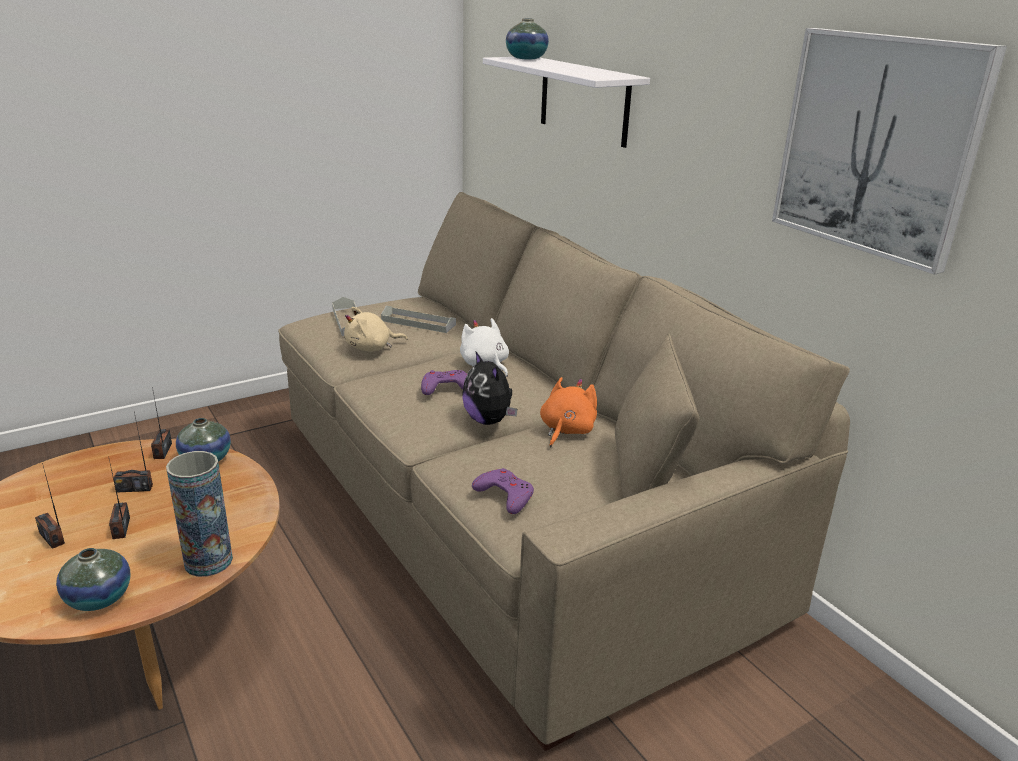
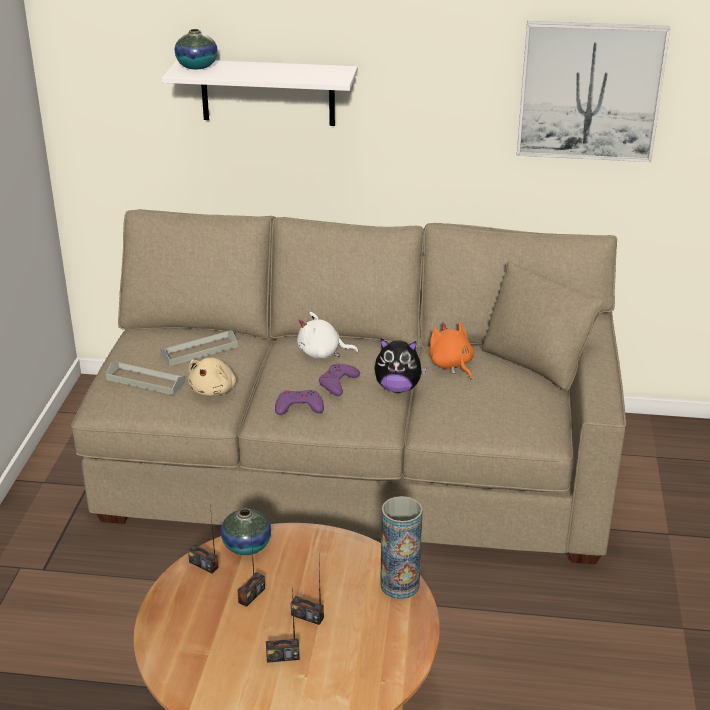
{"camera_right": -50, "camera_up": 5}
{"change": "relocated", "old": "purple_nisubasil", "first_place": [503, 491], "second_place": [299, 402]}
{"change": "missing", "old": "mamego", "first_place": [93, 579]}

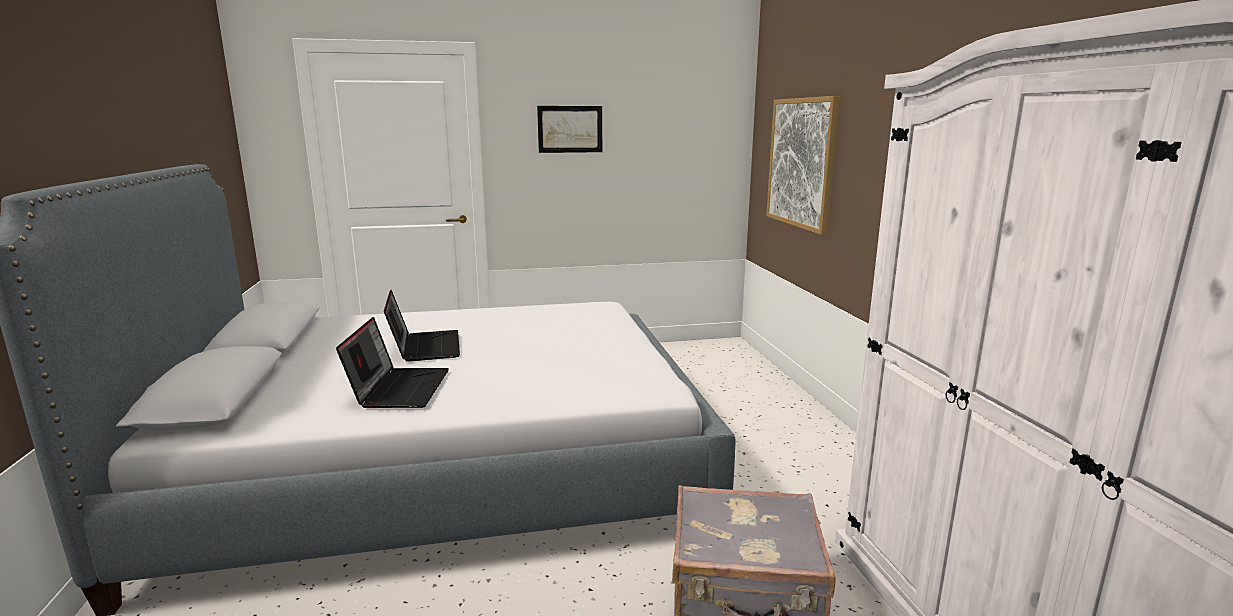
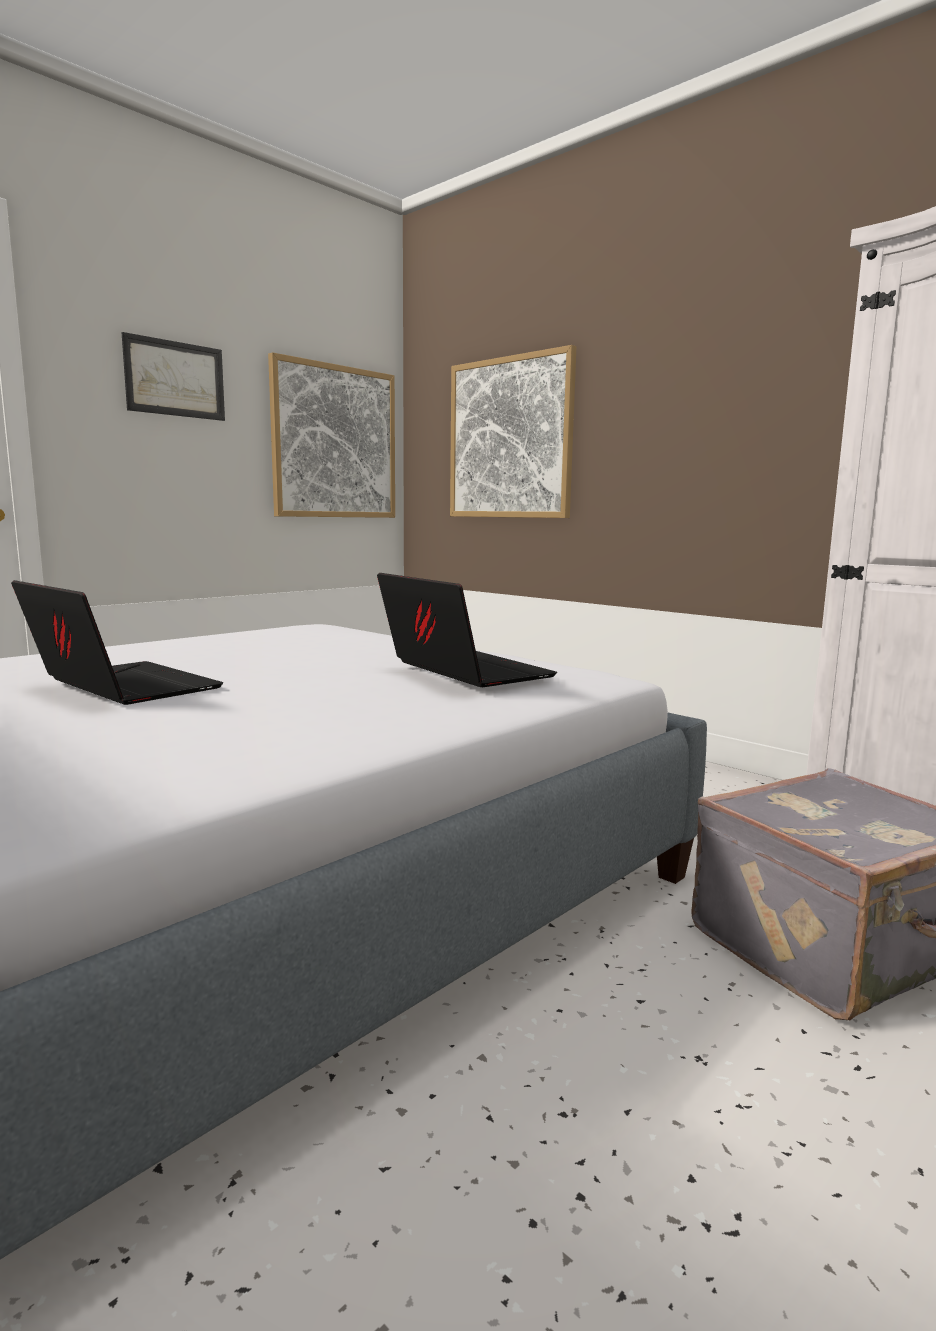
{"camera_right": -35, "camera_up": -5}
{"change": "relocated", "old": "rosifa", "first_place": [392, 362], "second_place": [467, 630]}
{"change": "appeared", "new": "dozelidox", "second_place": [331, 435]}

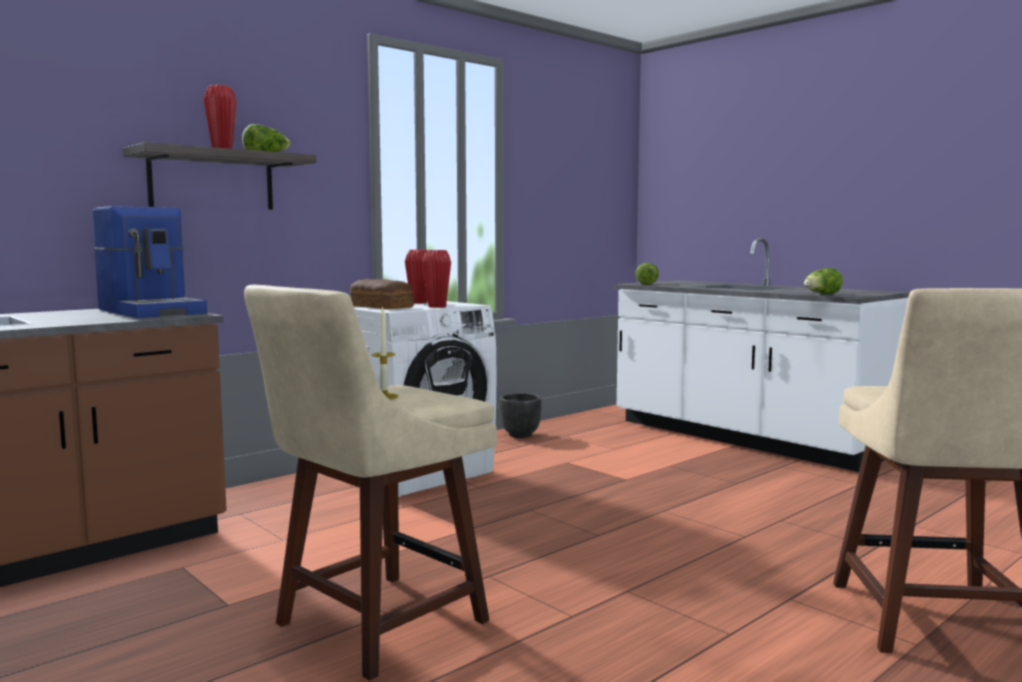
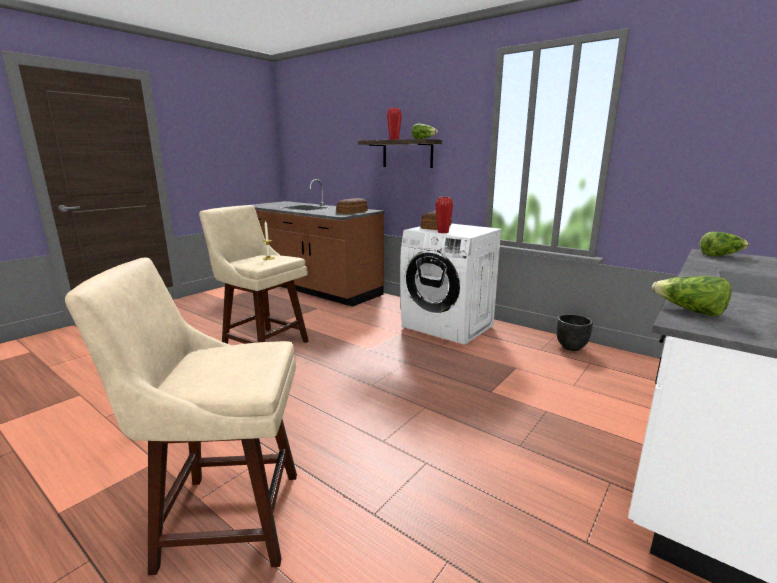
{"camera_right": 80, "camera_up": 10}
{"change": "exchanged", "old": "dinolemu", "new": "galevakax", "first_place": [150, 262], "second_place": [352, 206]}
{"change": "missing", "old": "red_mamego", "first_place": [416, 277]}

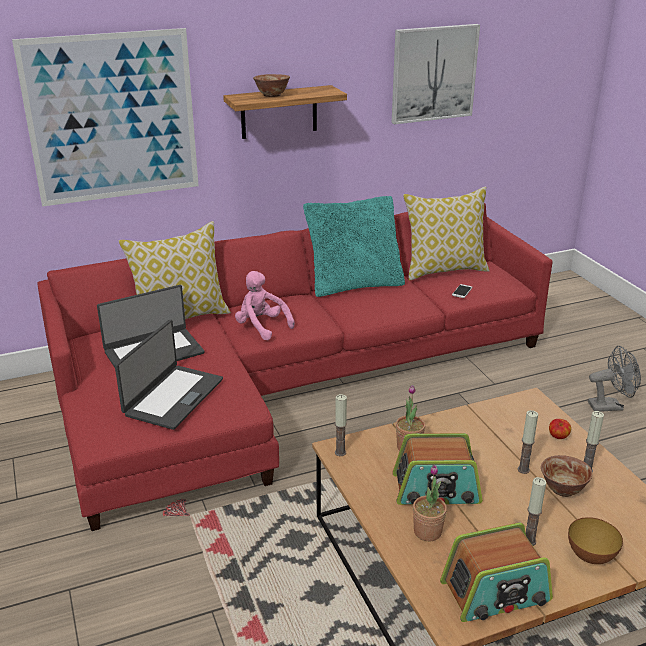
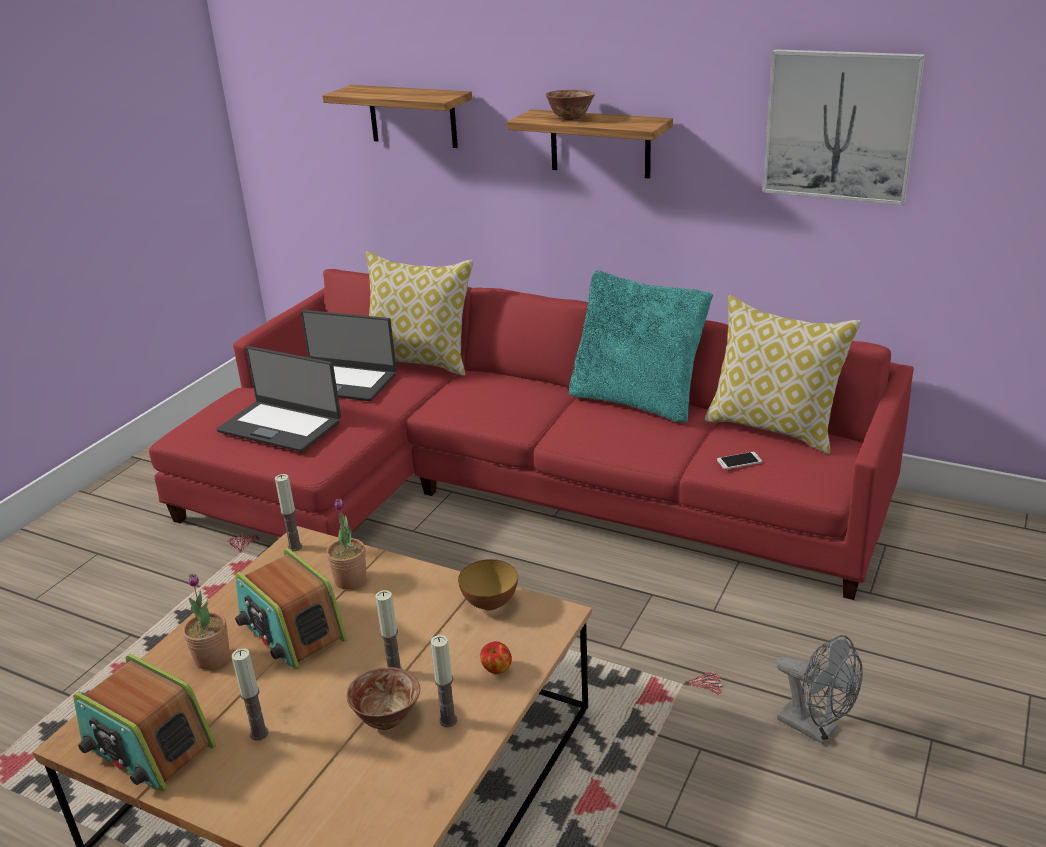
{"camera_right": 50, "camera_up": 0}
{"change": "exchanged", "old": "dozelidox", "new": "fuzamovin", "first_place": [105, 117], "second_place": [397, 116]}
{"change": "missing", "old": "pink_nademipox", "first_place": [265, 305]}
{"change": "spun", "old": "rosifa", "first_place": [169, 374], "second_place": [279, 399], "degrees": 45}
{"change": "relocated", "old": "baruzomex", "first_place": [595, 540], "second_place": [488, 584]}

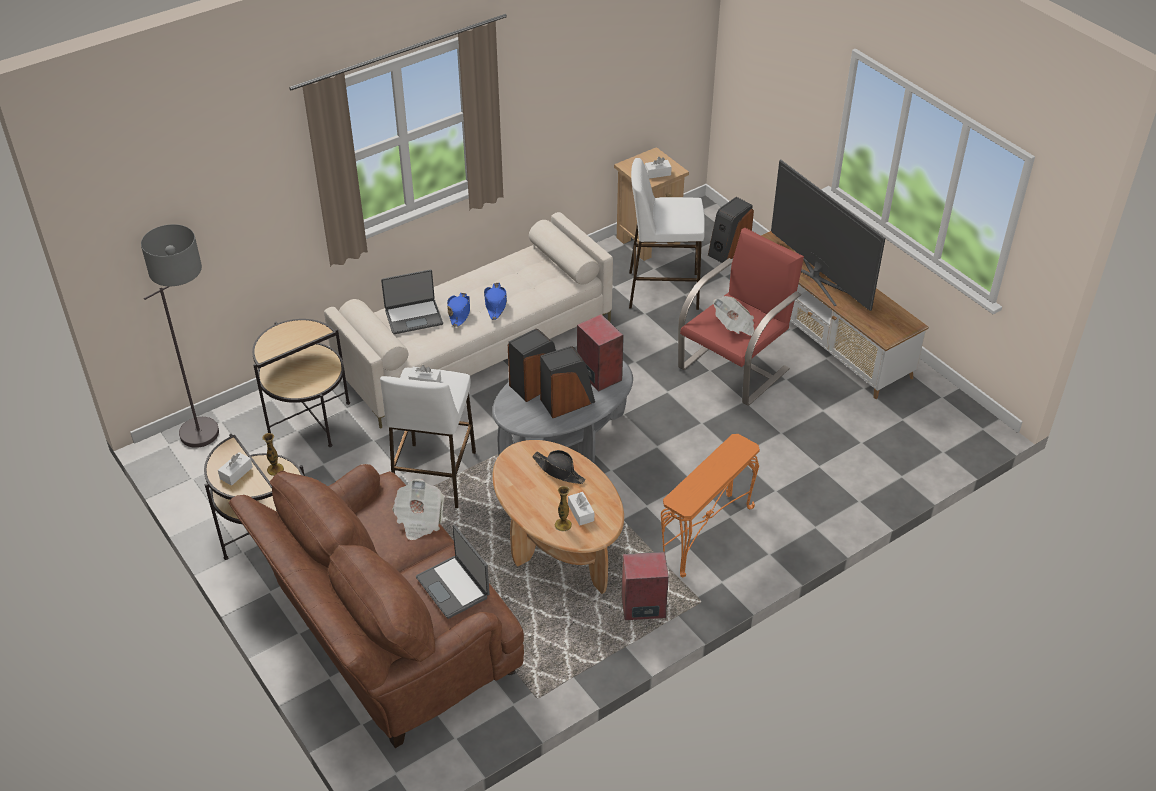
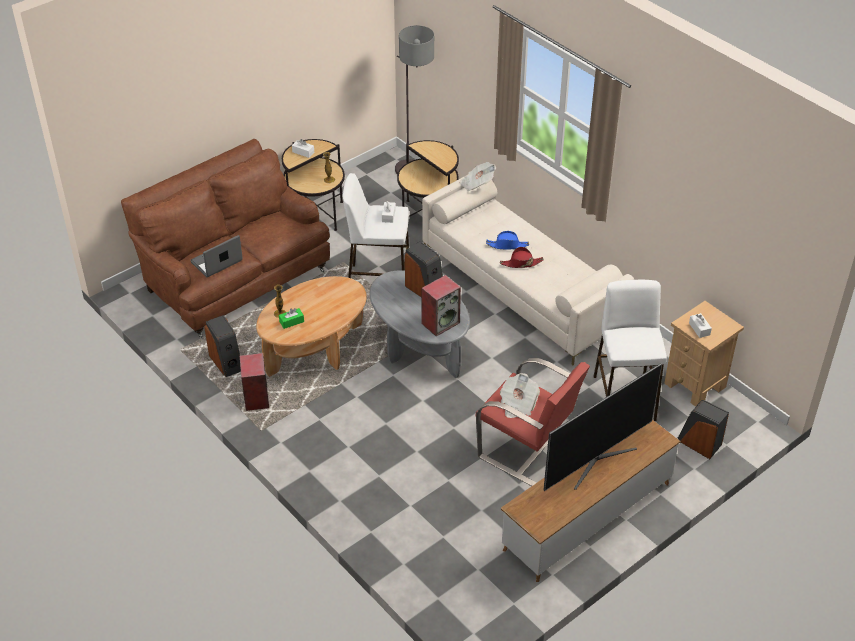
{"camera_right": 85, "camera_up": 0}
{"change": "missing", "old": "rosifa", "first_place": [412, 301]}
{"change": "colour", "old": "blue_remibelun", "new": "red_remibelun", "first_place": [495, 301], "second_place": [522, 257]}
{"change": "relocated", "old": "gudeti", "first_place": [567, 382], "second_place": [222, 346]}
{"change": "missing", "old": "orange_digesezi", "first_place": [710, 506]}
{"change": "missing", "old": "black_remibelun", "first_place": [559, 467]}
{"change": "relocated", "old": "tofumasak", "first_place": [418, 509], "second_place": [477, 176]}
{"change": "colour", "old": "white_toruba", "new": "green_toruba", "first_place": [581, 509], "second_place": [291, 318]}

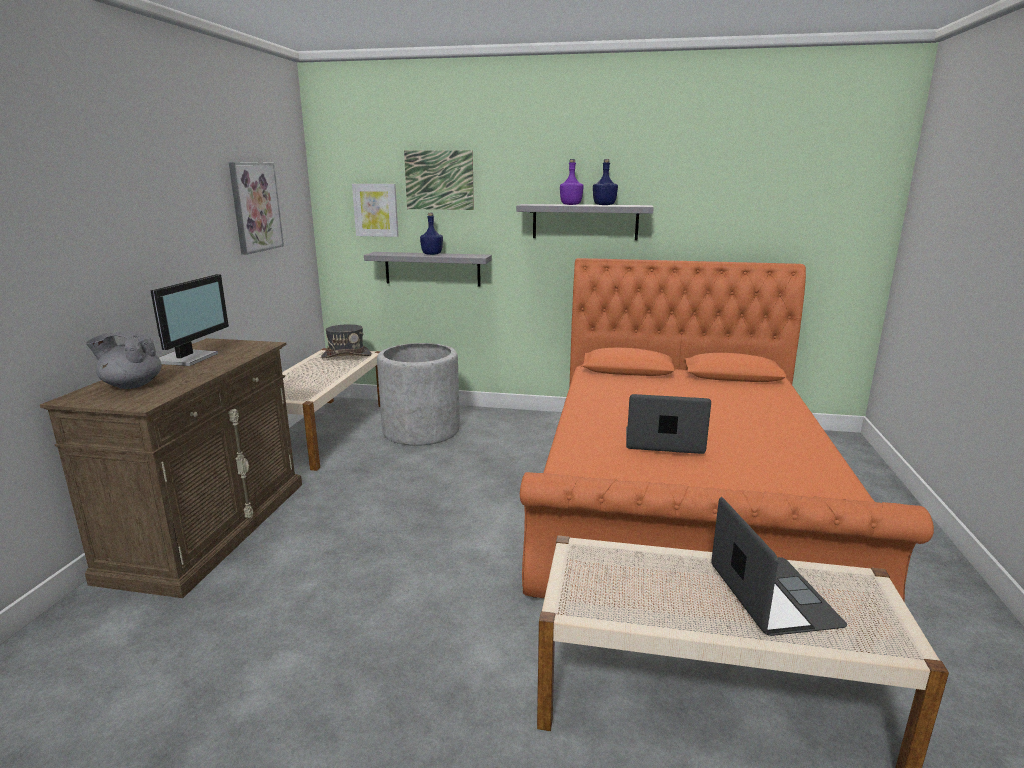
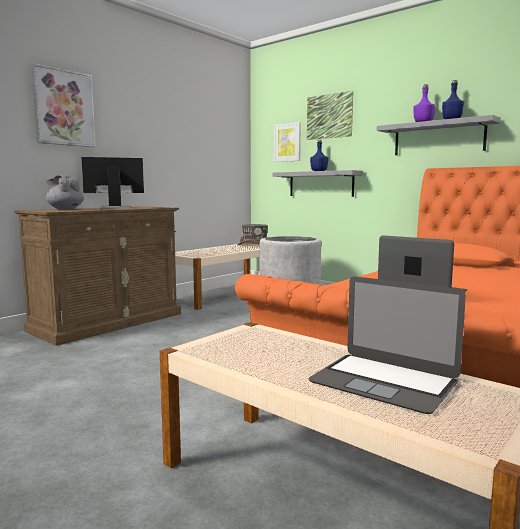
{"camera_right": 30, "camera_up": -10}
{"change": "relocated", "old": "dozelidox", "first_place": [256, 208], "second_place": [63, 105]}
{"change": "spun", "old": "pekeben", "first_place": [189, 320], "second_place": [112, 183], "degrees": -150}
{"change": "spun", "old": "rosifa", "first_place": [779, 566], "second_place": [387, 345], "degrees": 105}

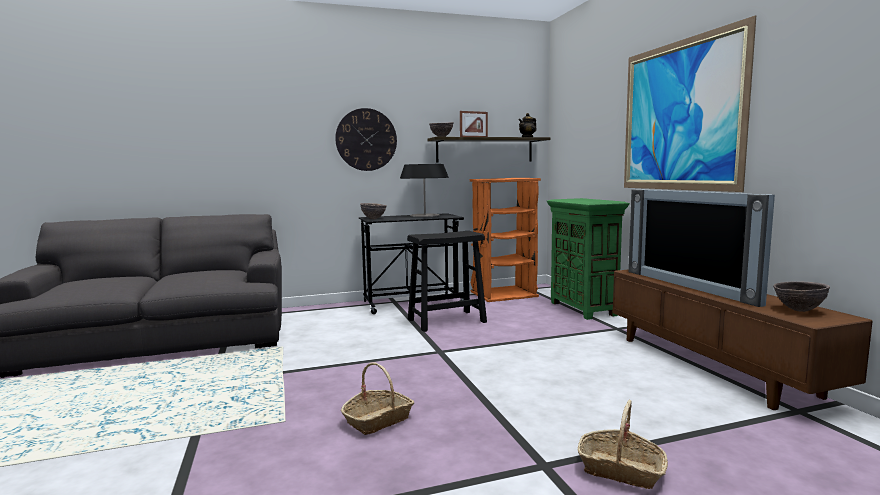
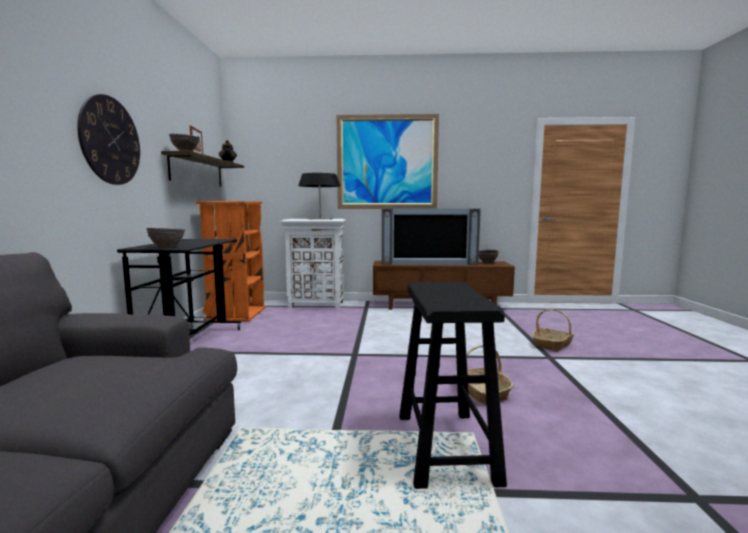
{"camera_right": -70, "camera_up": 0}
{"change": "relocated", "old": "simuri", "first_place": [424, 190], "second_place": [320, 196]}
{"change": "colour", "old": "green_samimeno", "new": "white_samimeno", "first_place": [588, 259], "second_place": [313, 263]}
{"change": "relocated", "old": "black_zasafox", "first_place": [447, 281], "second_place": [453, 385]}

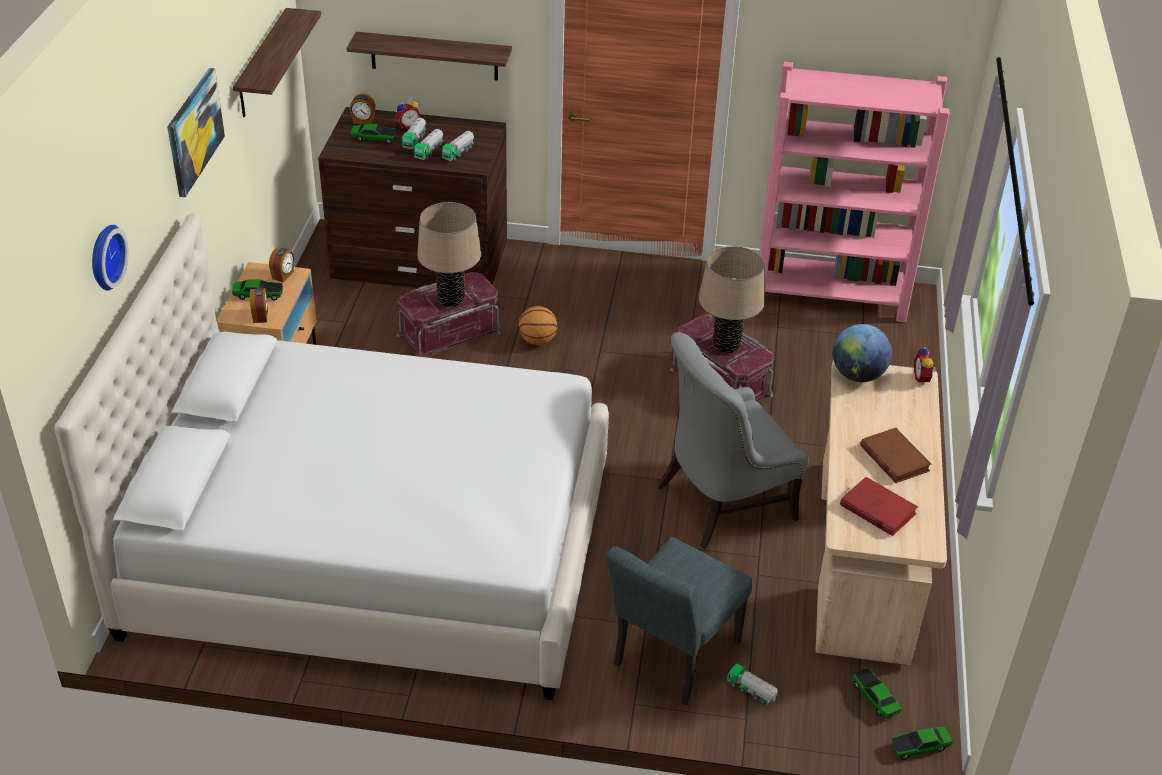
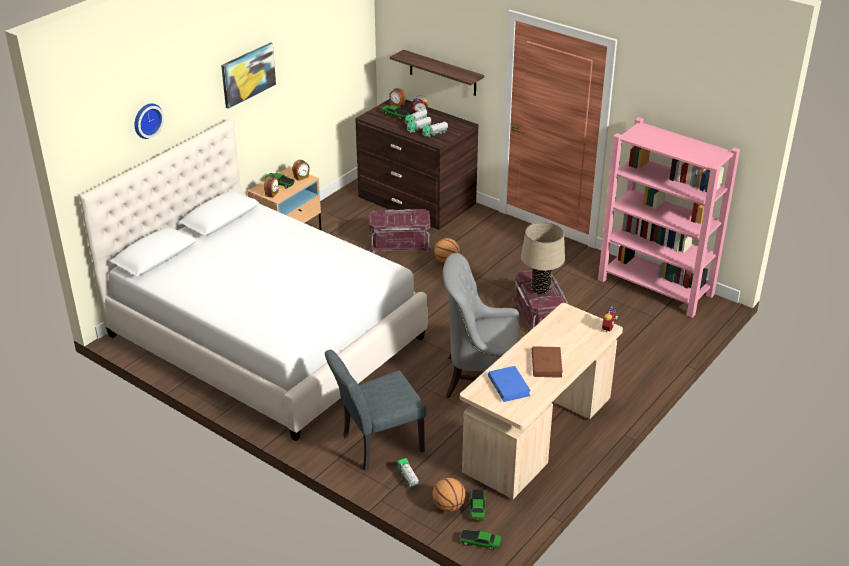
{"camera_right": 30, "camera_up": -5}
{"change": "missing", "old": "fuzamovin", "first_place": [277, 62]}
{"change": "missing", "old": "beige_simuri", "first_place": [449, 254]}
{"change": "missing", "old": "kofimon", "first_place": [862, 353]}
{"change": "colour", "old": "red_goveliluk", "new": "blue_goveliluk", "first_place": [879, 506], "second_place": [509, 384]}
{"change": "appeared", "new": "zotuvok", "second_place": [449, 495]}

